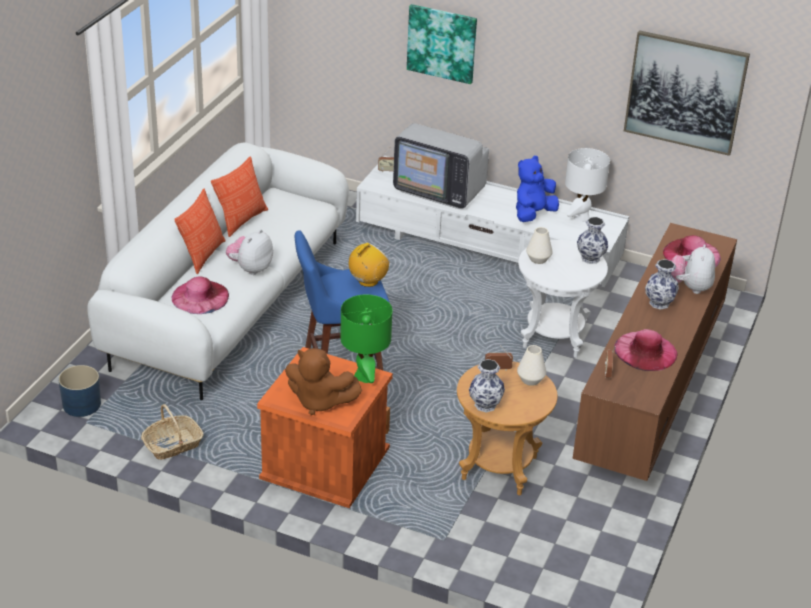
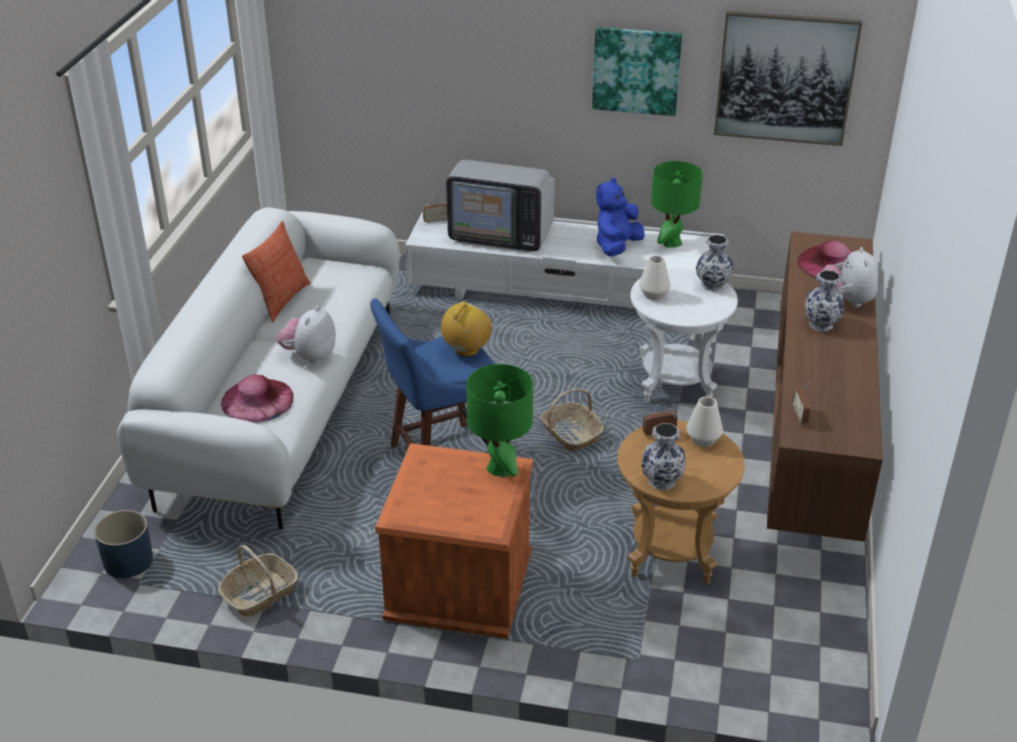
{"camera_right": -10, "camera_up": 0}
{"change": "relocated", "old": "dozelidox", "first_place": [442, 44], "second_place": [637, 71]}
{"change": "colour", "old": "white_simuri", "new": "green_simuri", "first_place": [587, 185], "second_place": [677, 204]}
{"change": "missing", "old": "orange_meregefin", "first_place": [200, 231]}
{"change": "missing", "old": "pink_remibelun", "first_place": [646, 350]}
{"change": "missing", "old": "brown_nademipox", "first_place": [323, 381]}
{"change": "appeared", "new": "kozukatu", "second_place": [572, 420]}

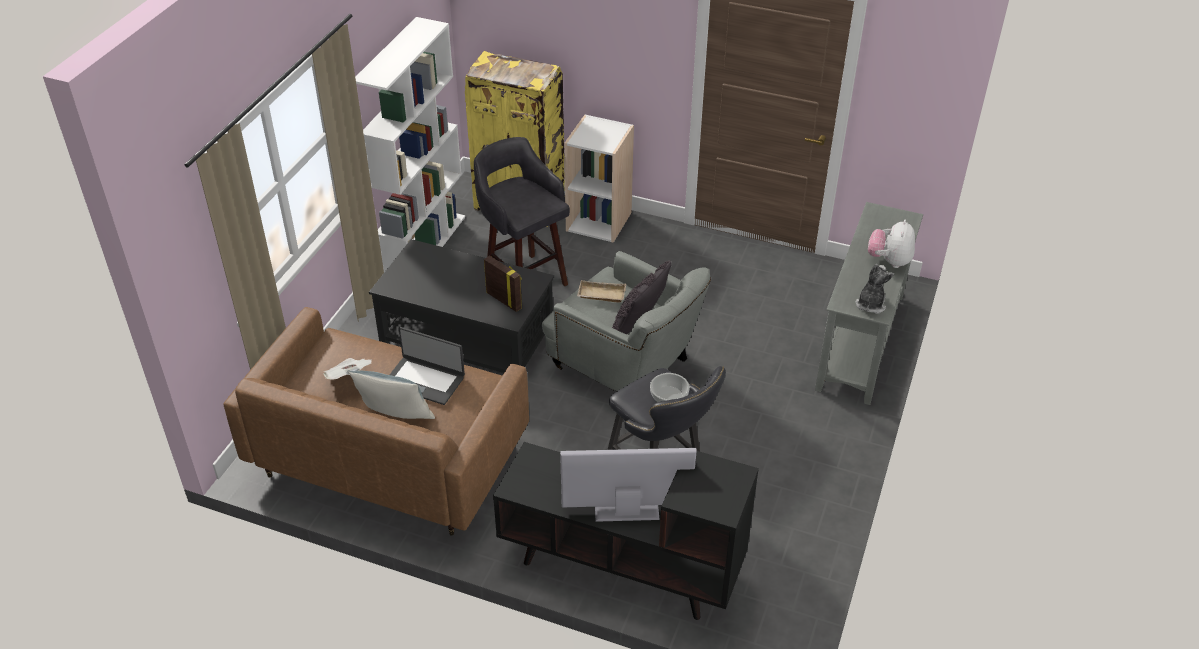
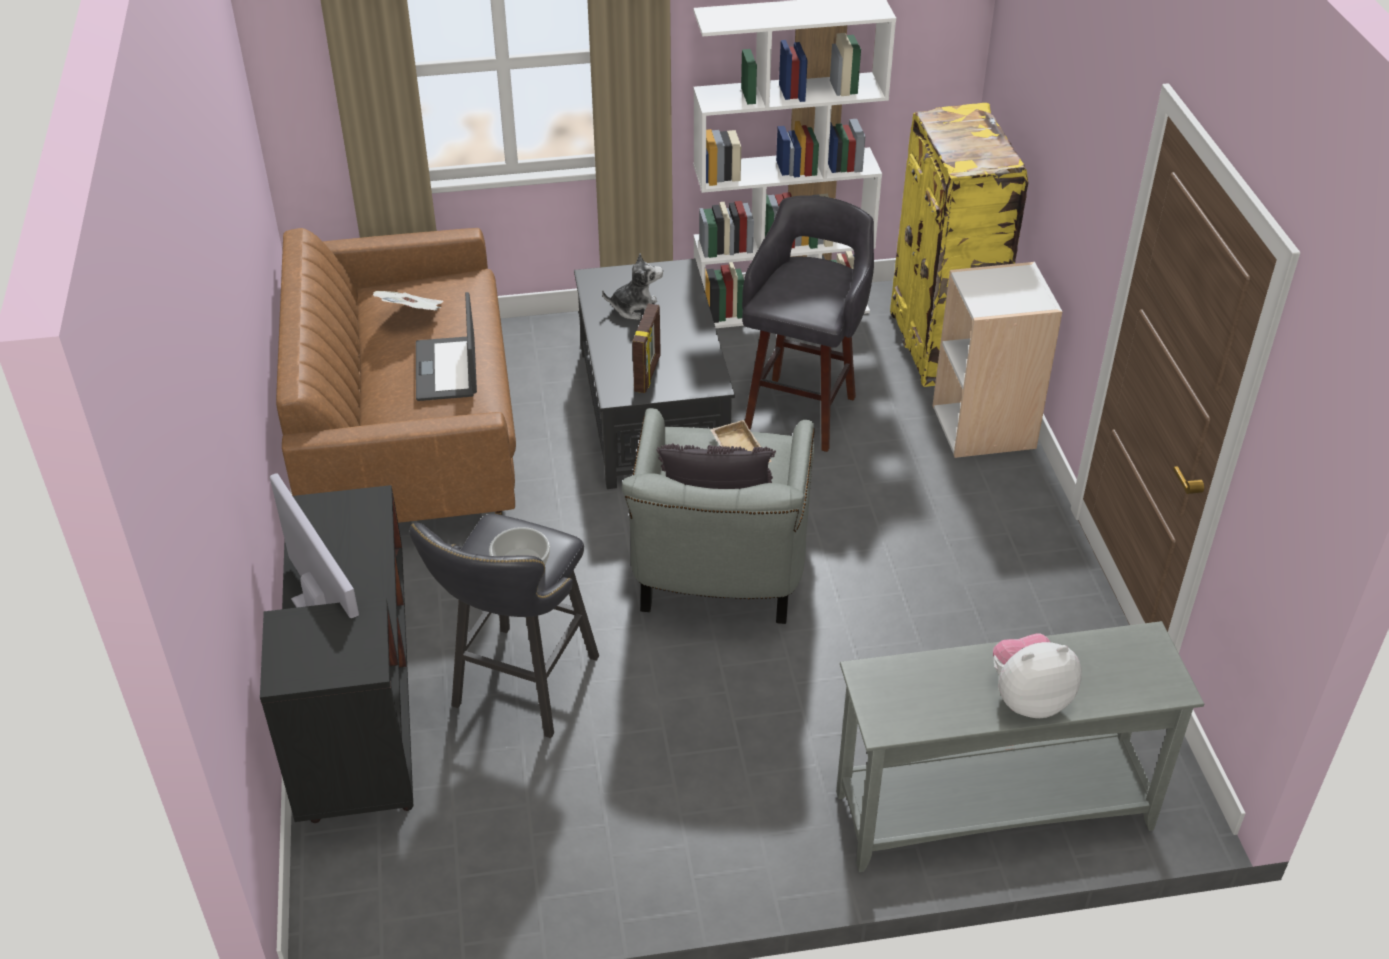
{"camera_right": 60, "camera_up": 0}
{"change": "relocated", "old": "nademipox", "first_place": [875, 289], "second_place": [632, 286]}
{"change": "missing", "old": "meregefin", "first_place": [391, 394]}

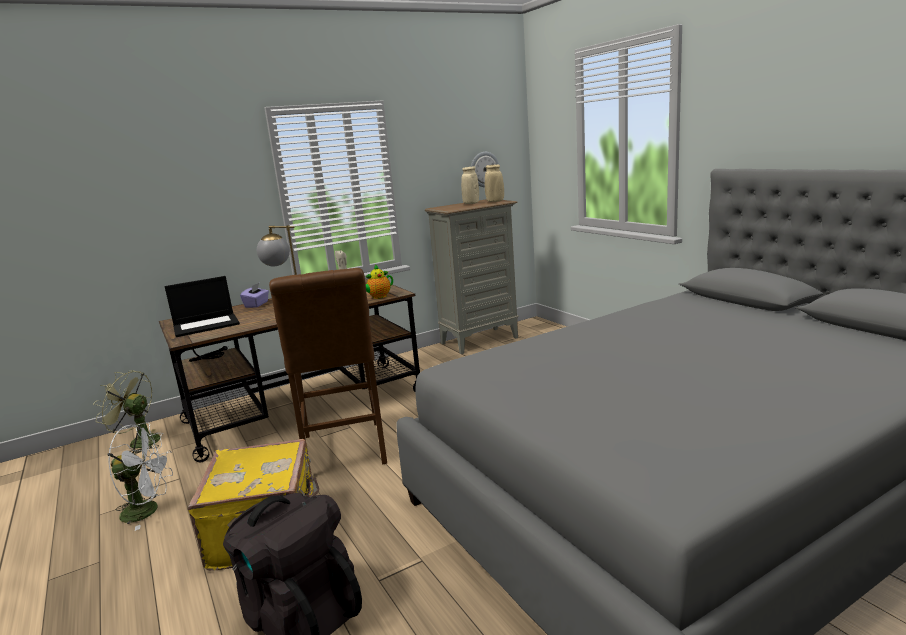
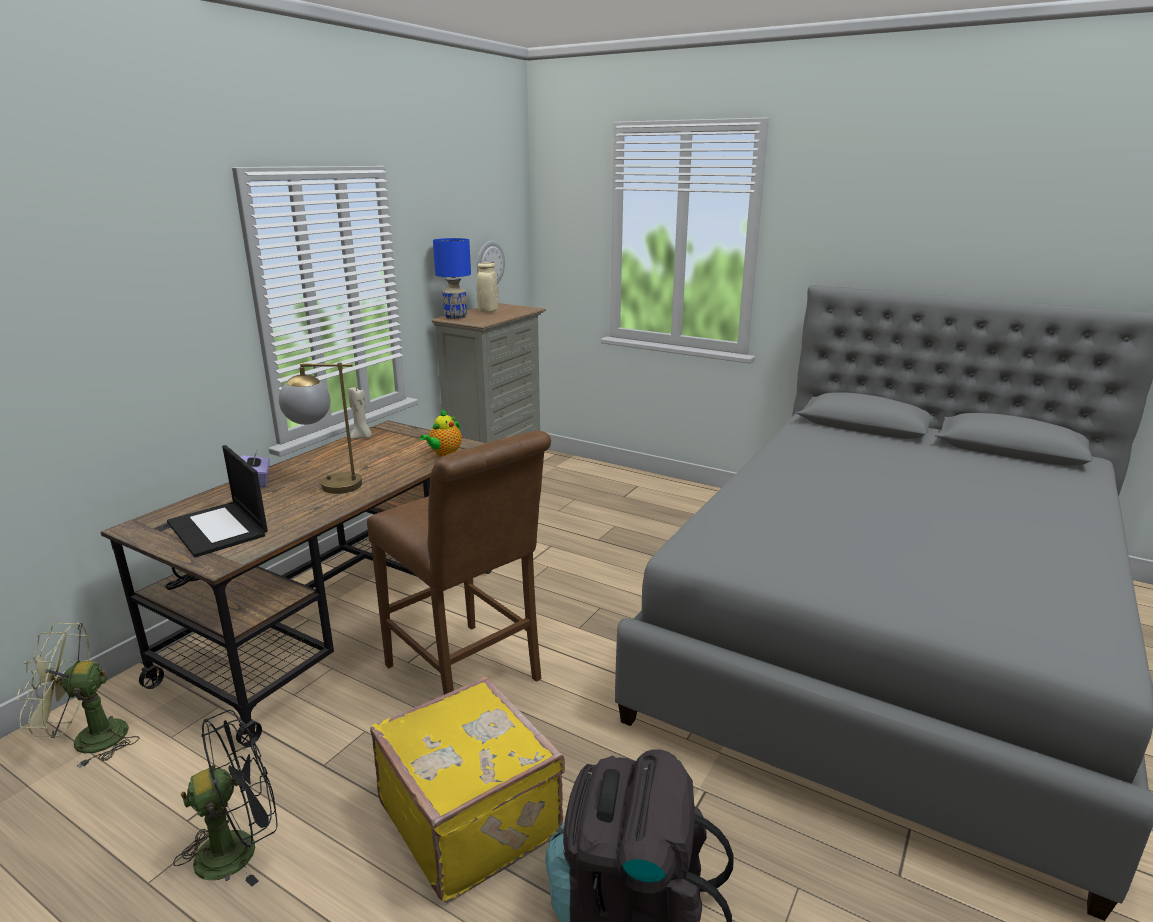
{"camera_right": -30, "camera_up": 5}
{"change": "missing", "old": "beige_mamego", "first_place": [494, 183]}
{"change": "spun", "old": "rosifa", "first_place": [202, 306], "second_place": [217, 501], "degrees": 105}
{"change": "colour", "old": "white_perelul", "new": "black_perelul", "first_place": [140, 476], "second_place": [225, 798]}
{"change": "appeared", "new": "blue_simuri", "second_place": [452, 278]}

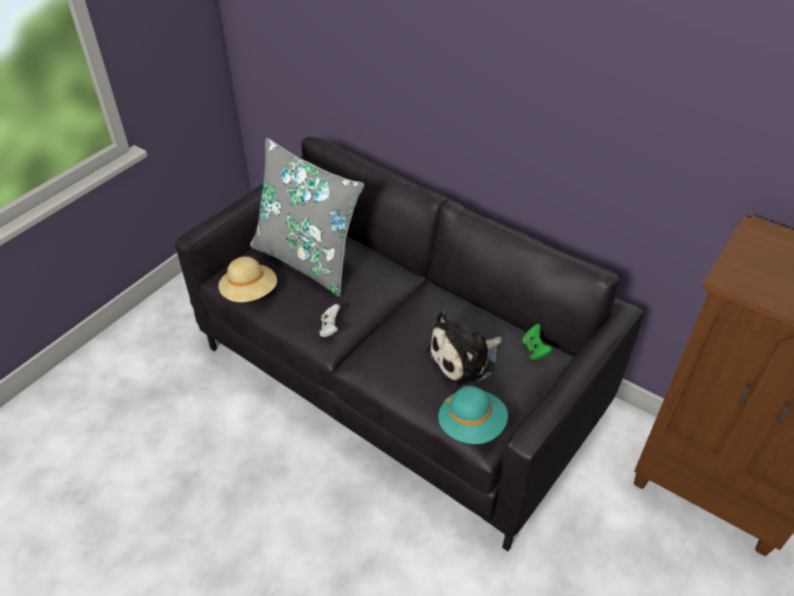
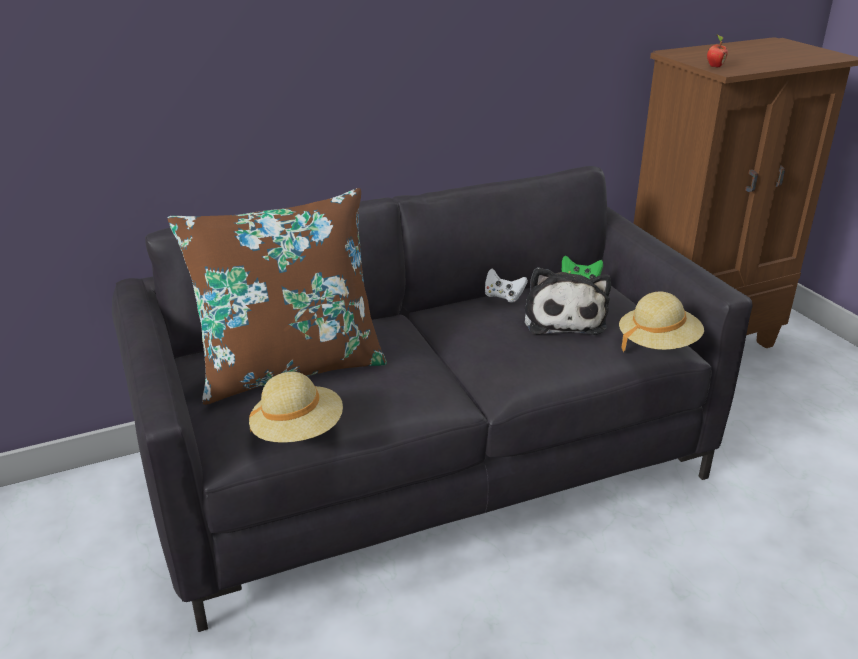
{"camera_right": -60, "camera_up": -15}
{"change": "colour", "old": "grey_meregefin", "new": "brown_meregefin", "first_place": [307, 217], "second_place": [277, 296]}
{"change": "relocated", "old": "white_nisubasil", "first_place": [329, 320], "second_place": [506, 285]}
{"change": "colour", "old": "turquoise_remibelun", "new": "beige_remibelun", "first_place": [473, 415], "second_place": [661, 321]}
{"change": "appeared", "new": "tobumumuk", "second_place": [717, 50]}

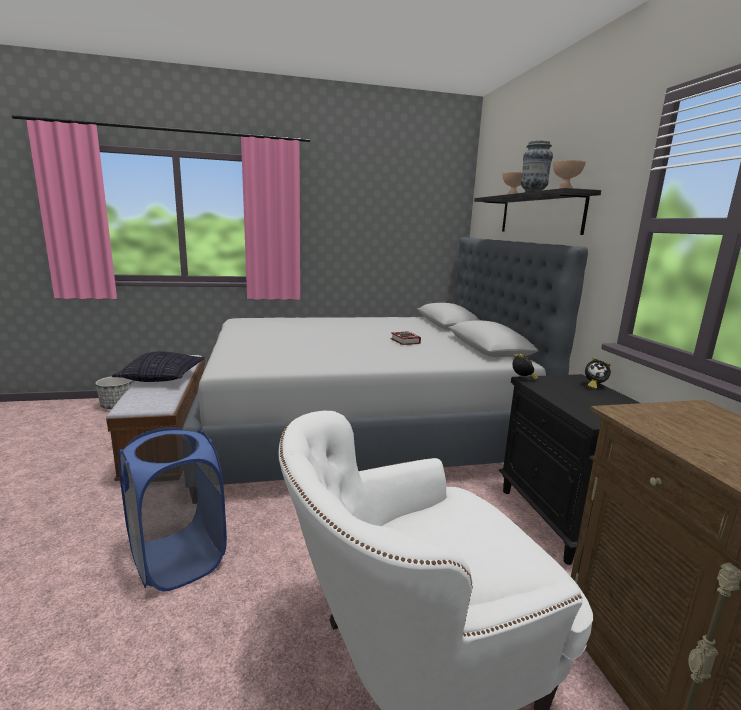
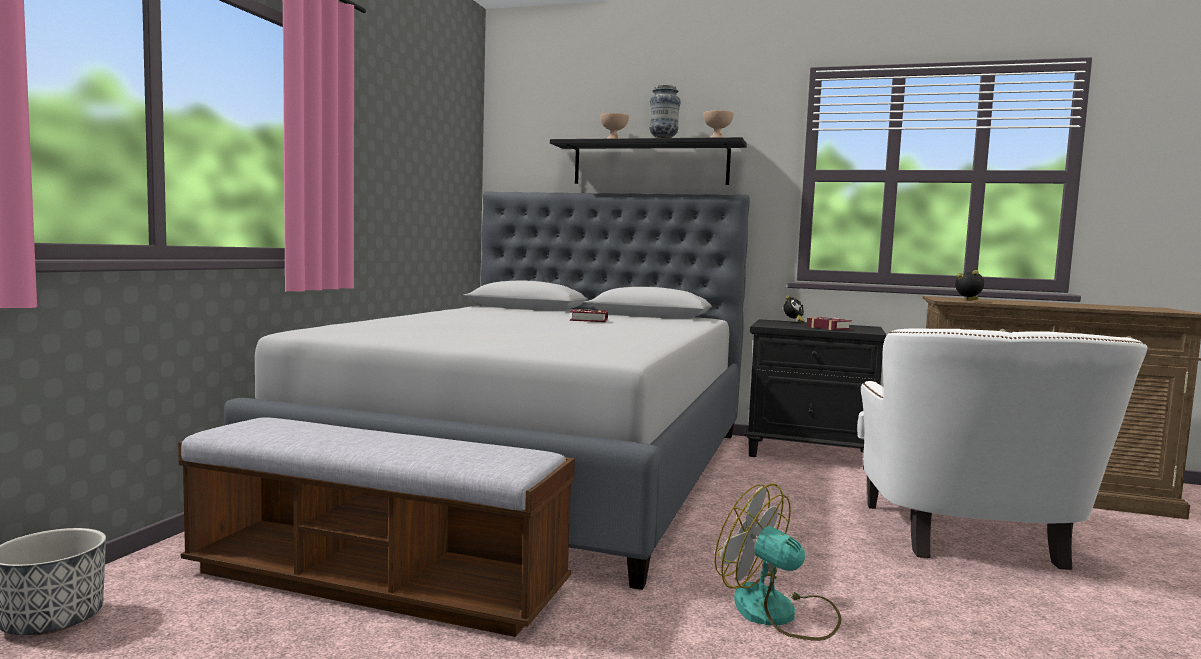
{"camera_right": -60, "camera_up": -10}
{"change": "missing", "old": "meregefin", "first_place": [158, 367]}
{"change": "relocated", "old": "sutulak", "first_place": [525, 367], "second_place": [969, 285]}
{"change": "exchanged", "old": "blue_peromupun", "new": "perelul", "first_place": [172, 509], "second_place": [778, 562]}
{"change": "appeared", "new": "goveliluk", "second_place": [829, 323]}

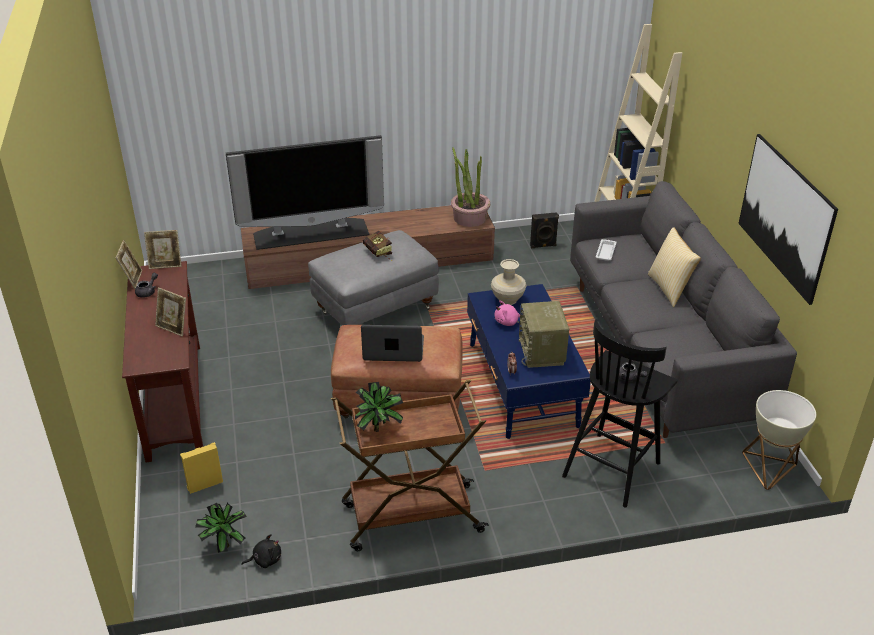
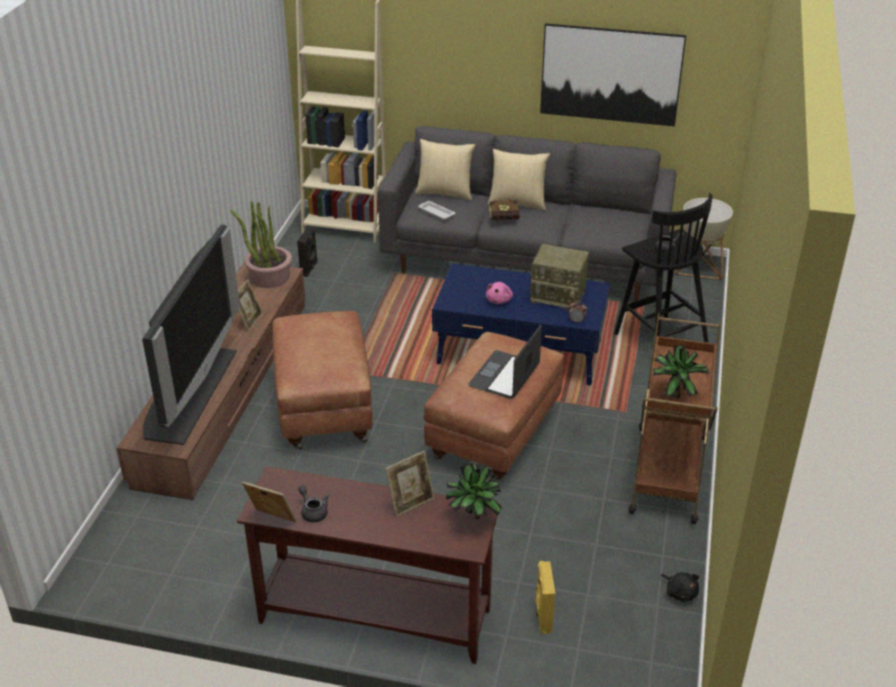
{"camera_right": -65, "camera_up": 0}
{"change": "relocated", "old": "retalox", "first_place": [163, 249], "second_place": [250, 305]}
{"change": "colour", "old": "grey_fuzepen", "new": "brown_fuzepen", "first_place": [373, 277], "second_place": [322, 380]}
{"change": "relocated", "old": "goveliluk", "first_place": [377, 246], "second_place": [506, 209]}
{"change": "missing", "old": "beige_mamego", "first_place": [509, 282]}
{"change": "relocated", "old": "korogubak", "first_place": [221, 527], "second_place": [474, 491]}
{"change": "spun", "old": "black_nademipox", "first_place": [261, 551], "second_place": [680, 587], "degrees": 135}
{"change": "appeared", "new": "meregefin", "second_place": [445, 170]}

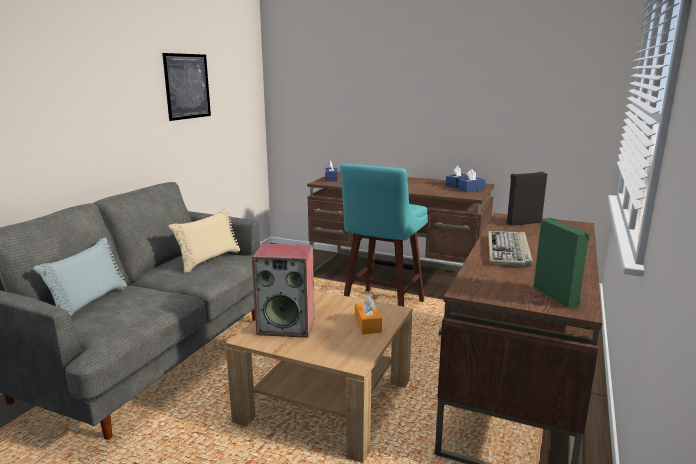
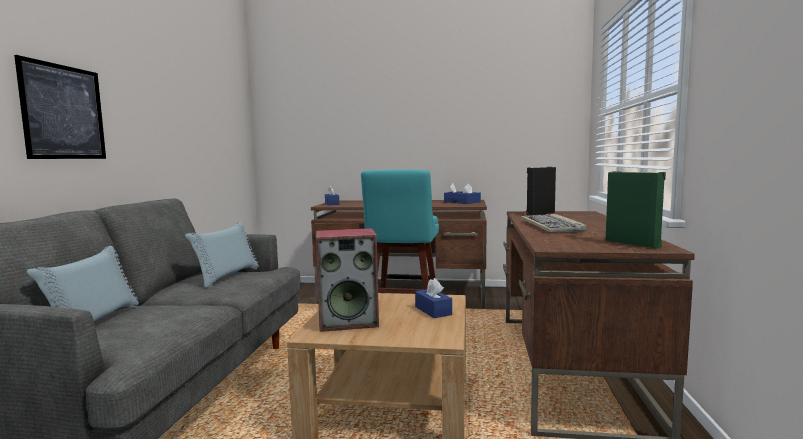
{"camera_right": -15, "camera_up": -10}
{"change": "relocated", "old": "dozelidox", "first_place": [186, 87], "second_place": [60, 107]}
{"change": "colour", "old": "beige_meregefin", "new": "blue_meregefin", "first_place": [204, 240], "second_place": [222, 255]}
{"change": "colour", "old": "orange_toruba", "new": "blue_toruba", "first_place": [368, 315], "second_place": [433, 298]}

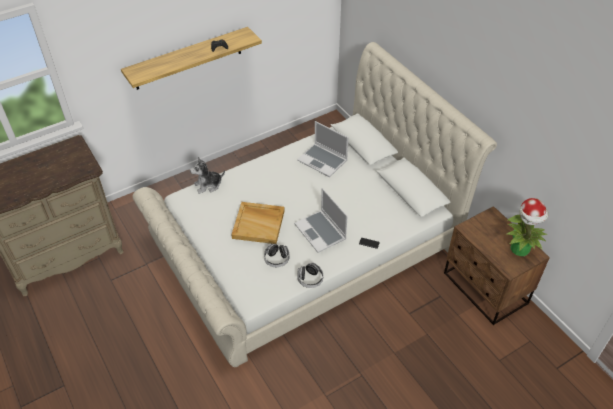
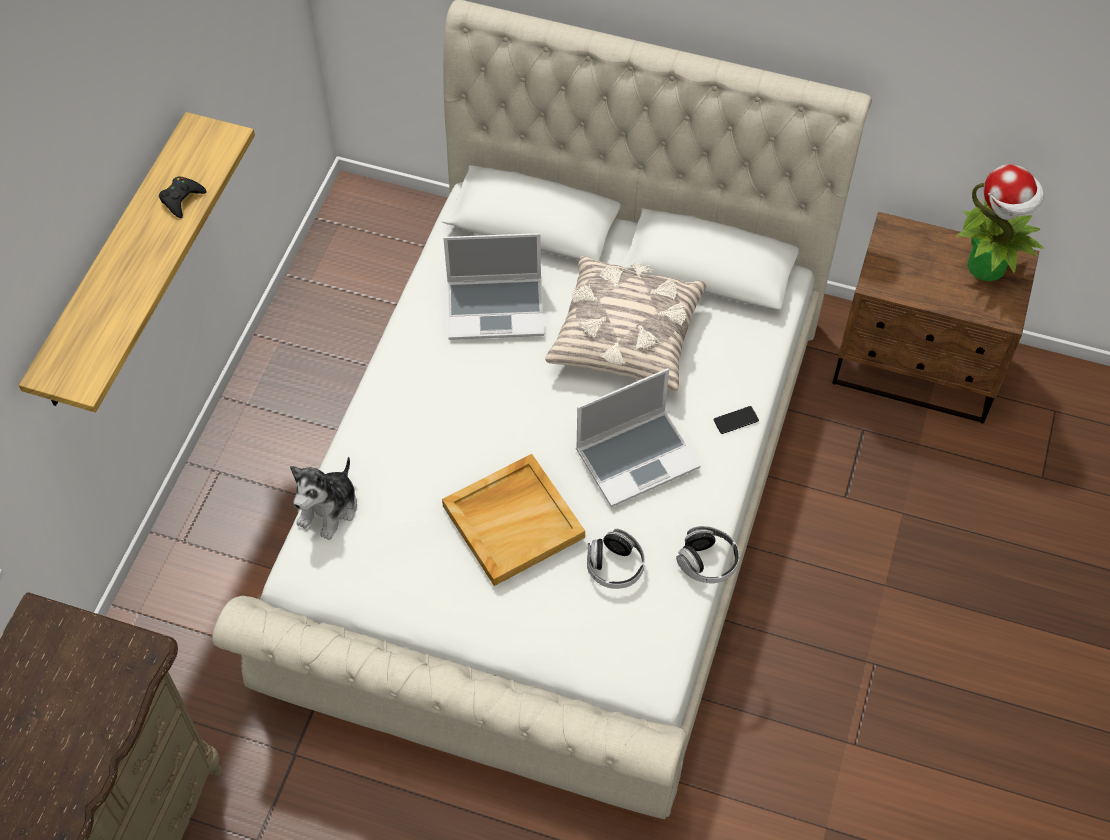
{"camera_right": -40, "camera_up": 10}
{"change": "spun", "old": "rosifa", "first_place": [321, 220], "second_place": [638, 437], "degrees": -45}
{"change": "appeared", "new": "beige_meregefin", "second_place": [625, 324]}

